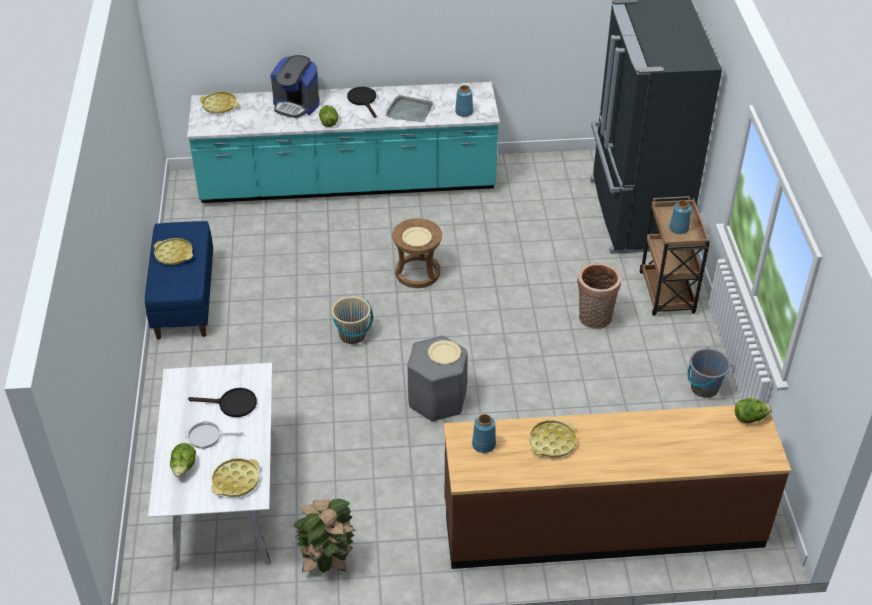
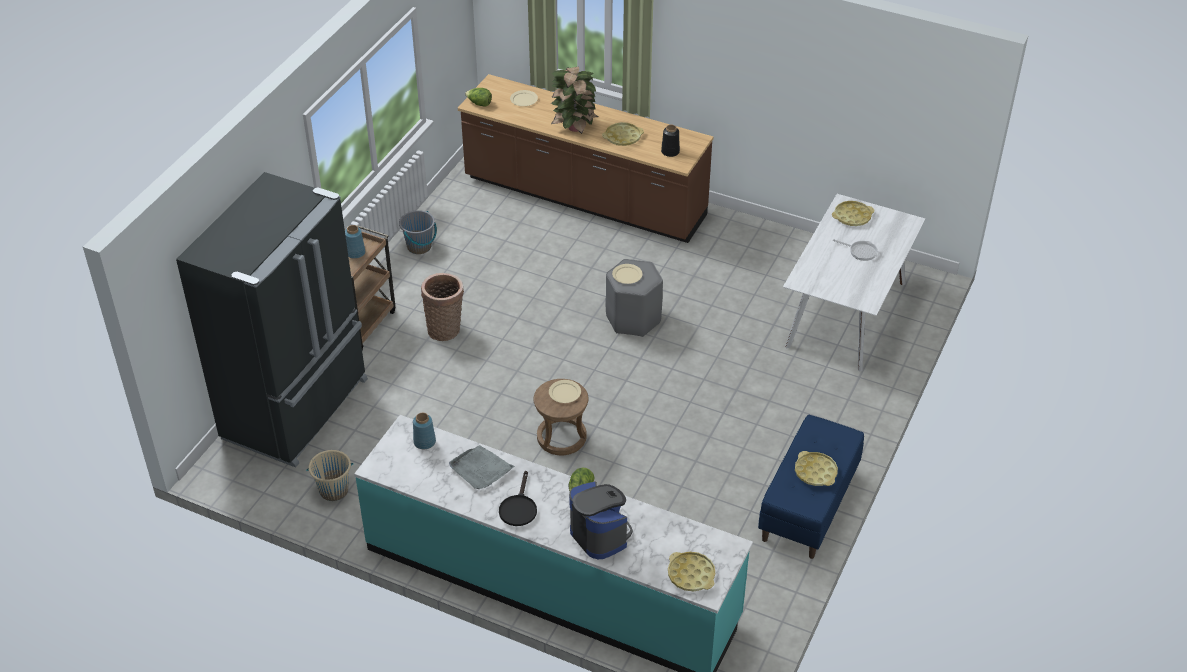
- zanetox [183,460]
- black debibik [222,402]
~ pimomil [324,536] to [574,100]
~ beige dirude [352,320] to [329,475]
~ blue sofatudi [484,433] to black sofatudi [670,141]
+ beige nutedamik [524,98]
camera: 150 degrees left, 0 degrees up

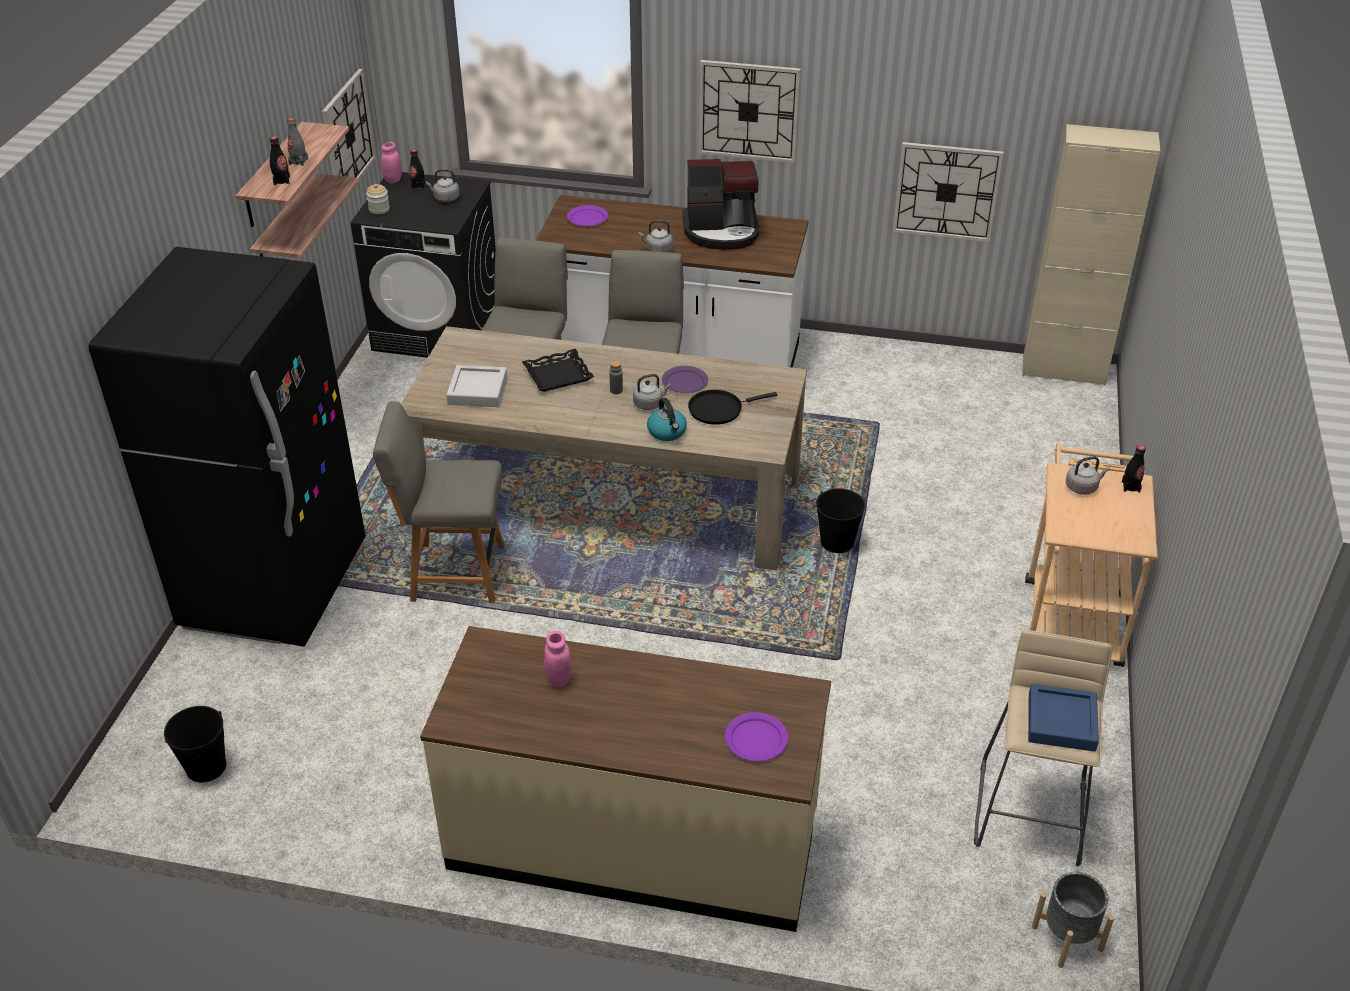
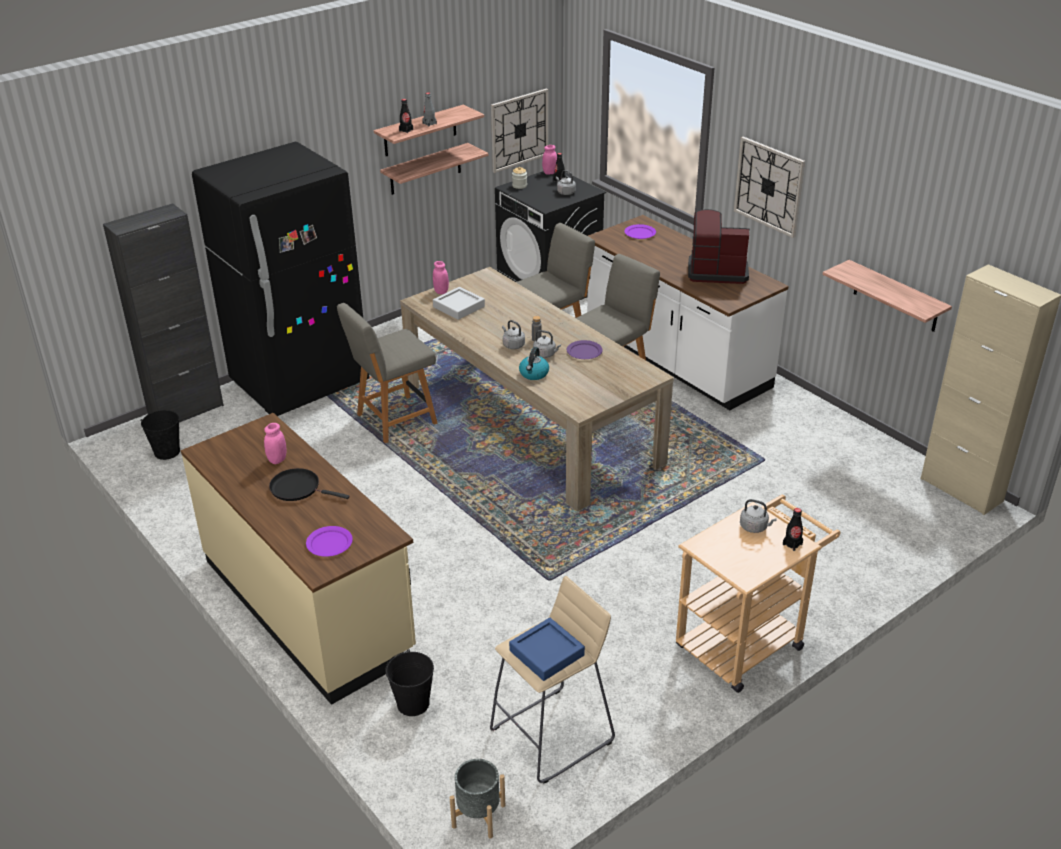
~ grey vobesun [439,502] = [387,373] 75 degrees counterclockwise
- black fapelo [558,370]
~ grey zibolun [656,236] to [513,334]
~ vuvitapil [720,204] = [719,246] 150 degrees clockwise
~ black debibik [732,407] to [309,484]
~ black dirude [840,520] to [409,682]
~ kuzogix [948,192] to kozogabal [887,296]
+ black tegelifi [163,312]
+ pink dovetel [441,277]
camera: 40 degrees right, 5 degrees down

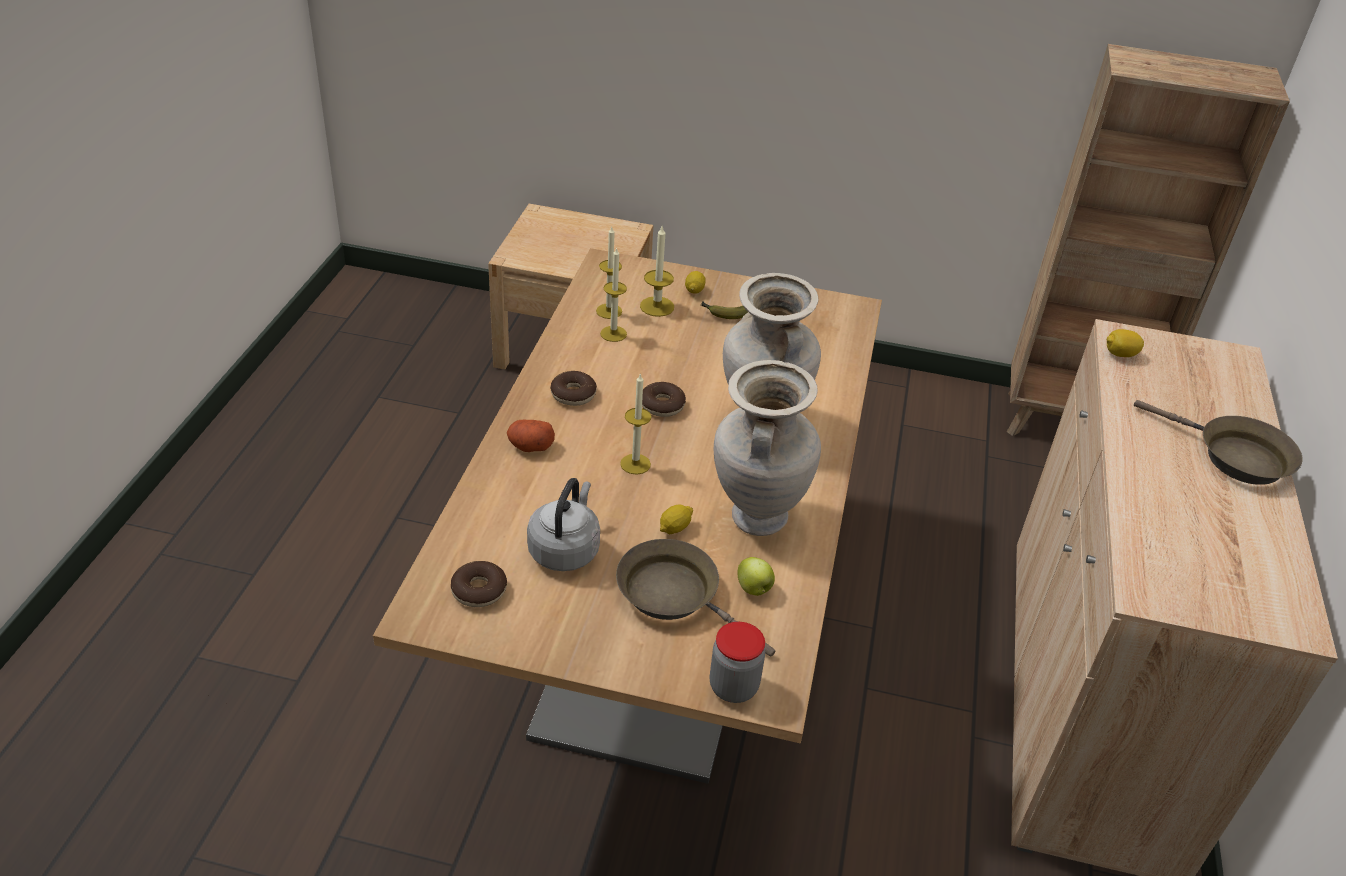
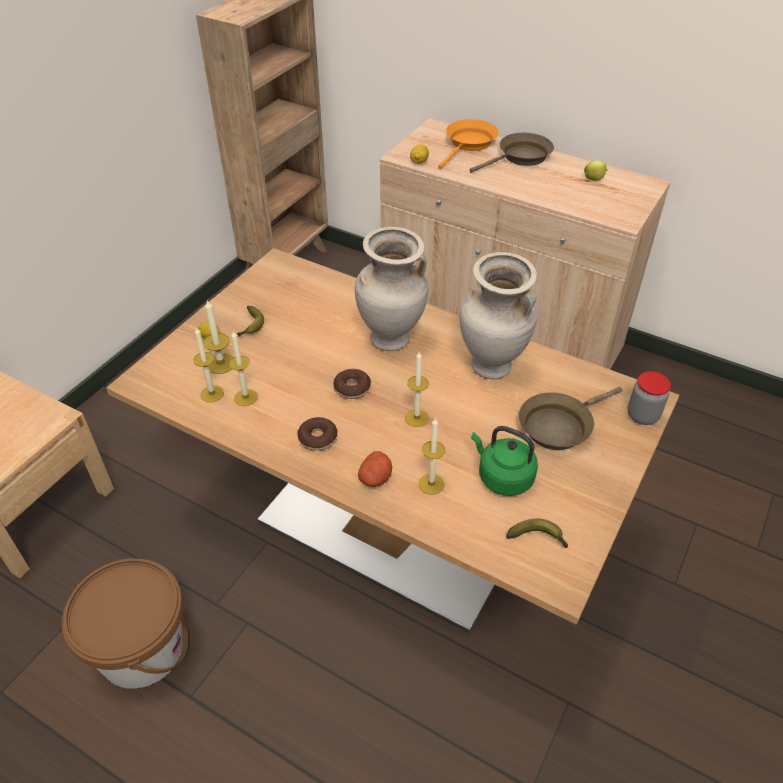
~ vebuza [479,584] to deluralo [537,533]
~ grey zibolun [563,524] to green zibolun [504,461]
- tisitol [676,519]
~ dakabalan [756,576] to [596,170]
+ brown dirude [125,623]
+ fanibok [432,456]
+ orange debibik [468,144]
camera: 70 degrees left, 5 degrees up

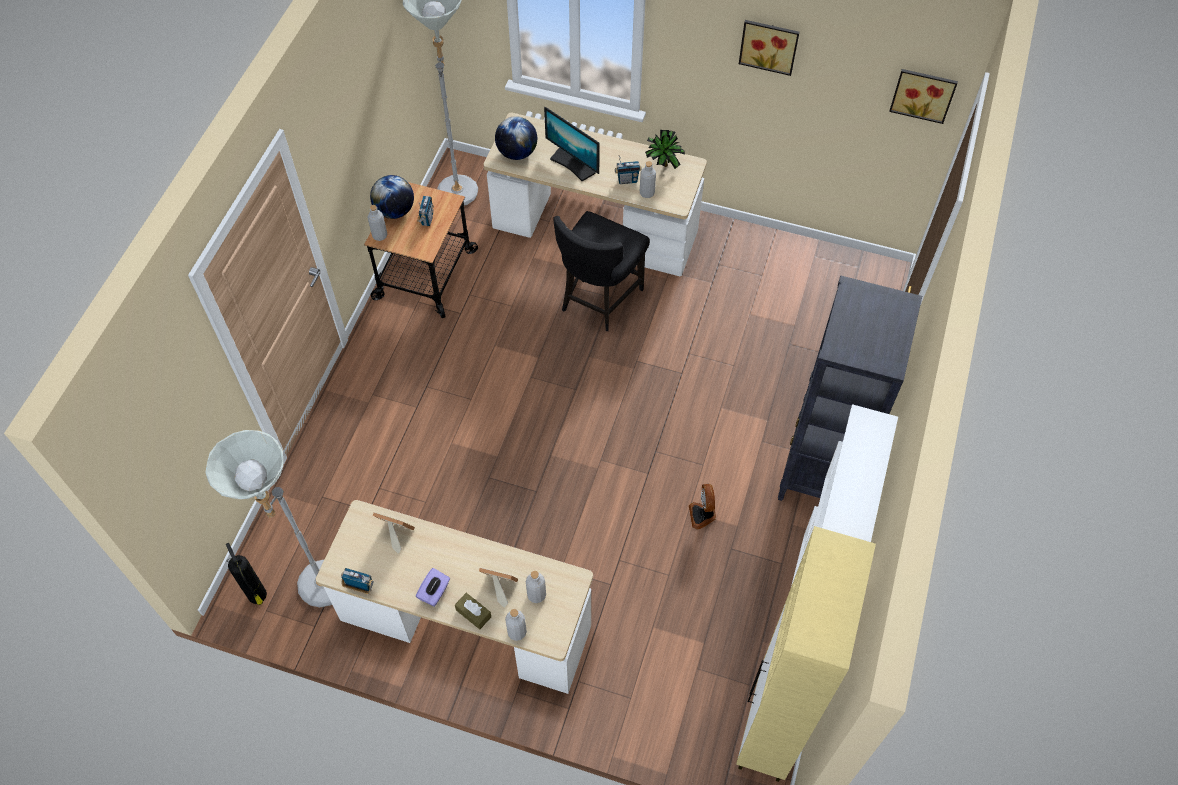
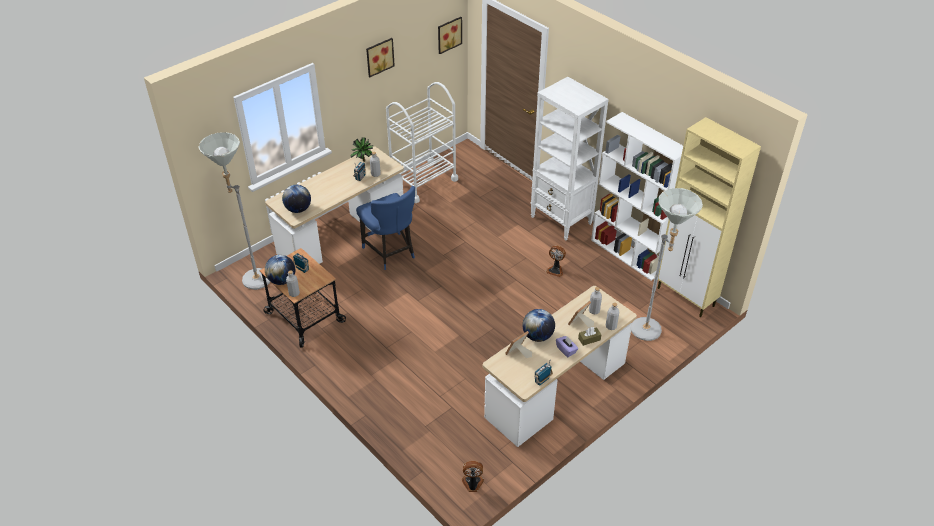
~ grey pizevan [268,518] to [667,264]
~ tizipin [246,574] to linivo [473,476]
- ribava [572,144]
~ black vobesun [601,271] to blue vobesun [385,228]
~ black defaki [850,388] to white defaki [570,158]
+ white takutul [422,142]
+ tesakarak [538,325]
camera: 60 degrees left, 15 degrees down

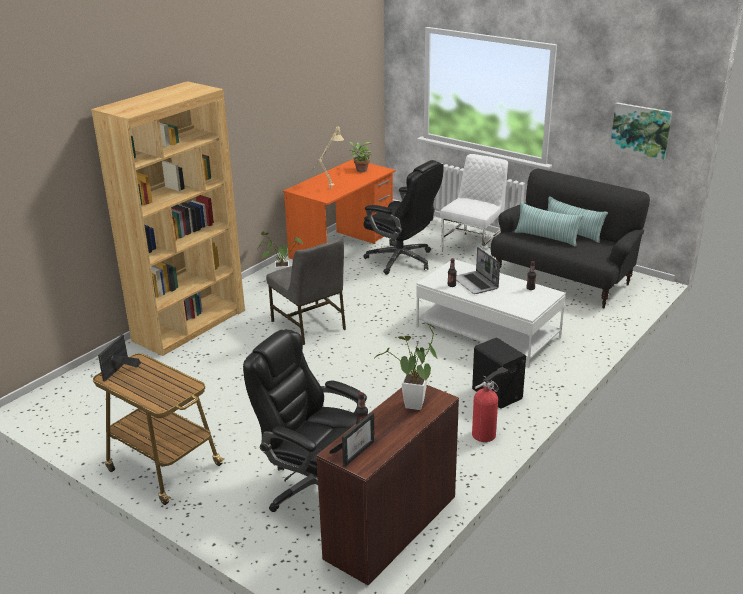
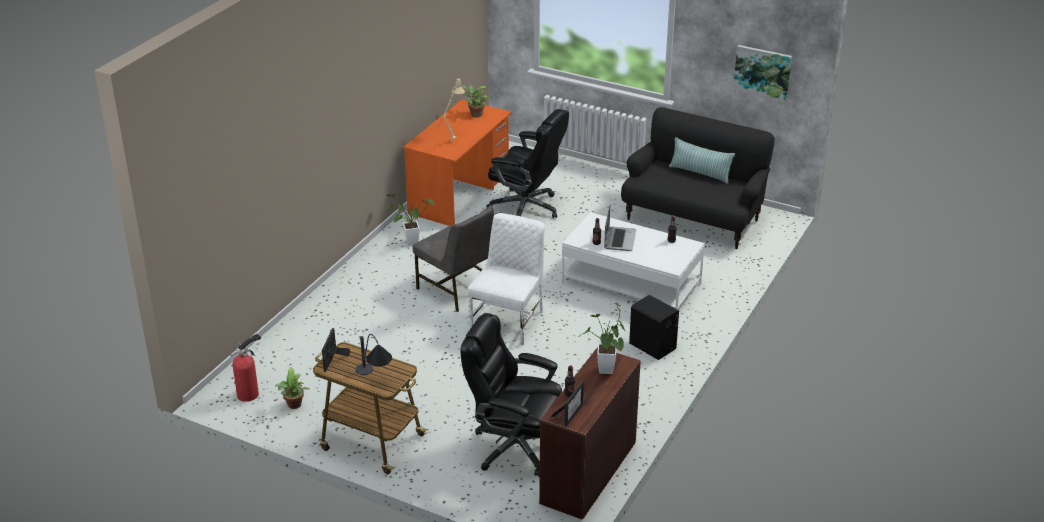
- brown defaki [168,218]
~ white vobesun [474,203] to [506,279]
~ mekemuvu [478,270] = [620,228] 135 degrees counterclockwise
~ tizipin [490,404] to [245,367]
- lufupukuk [549,224]
+ pimomil [292,388]
+ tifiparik [373,354]
camera: 10 degrees left, 5 degrees up

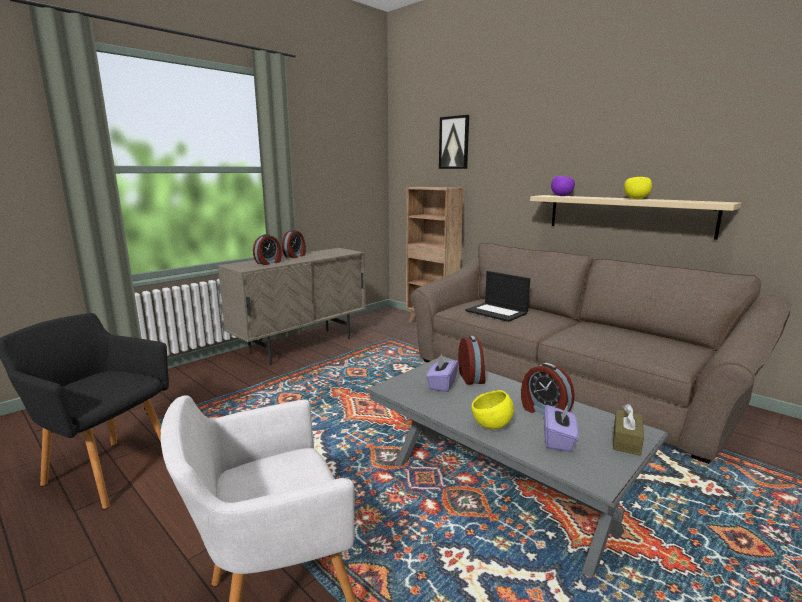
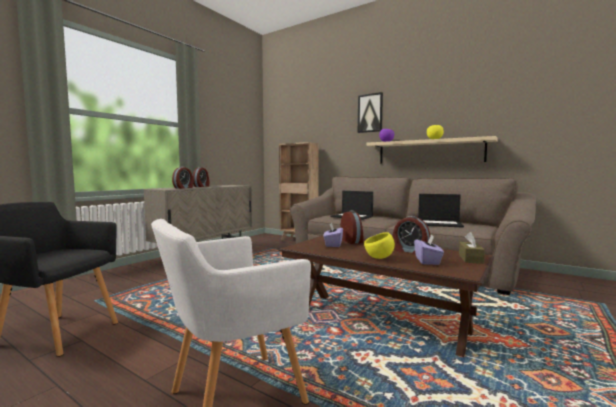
~ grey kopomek [517,467] to brown kopomek [386,296]
~ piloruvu [454,142] to [370,112]
+ mekemuvu [441,211]
camera: 10 degrees left, 10 degrees down

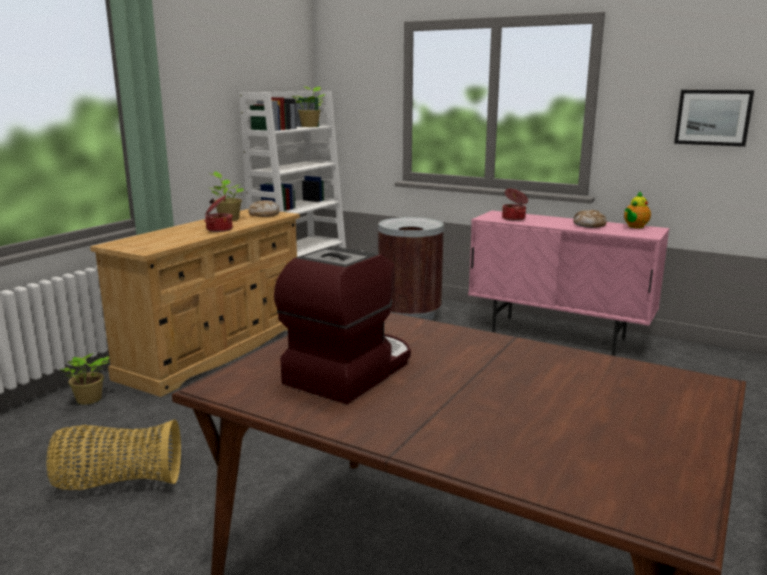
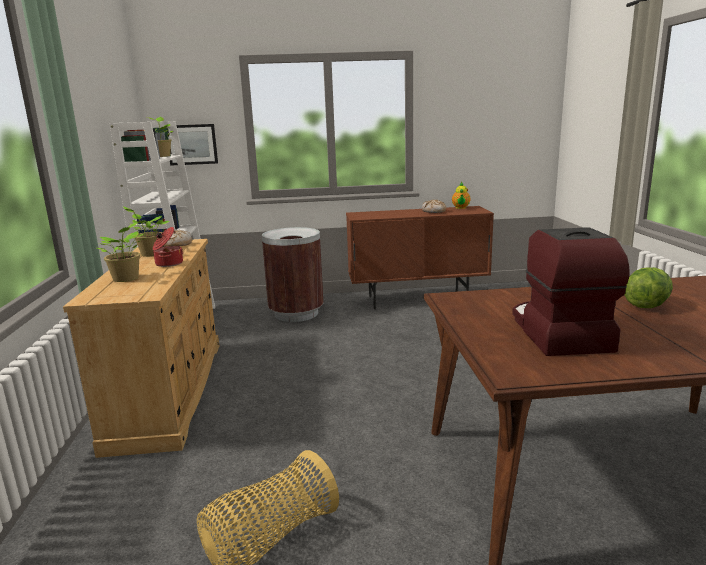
~ pimomil [84,379] to [120,252]
~ pink tegelifi [569,283] to brown tegelifi [420,258]
- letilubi [515,205]
~ piloruvu [714,118] to [192,145]
+ zanetox [649,287]
camera: 35 degrees left, 0 degrees up

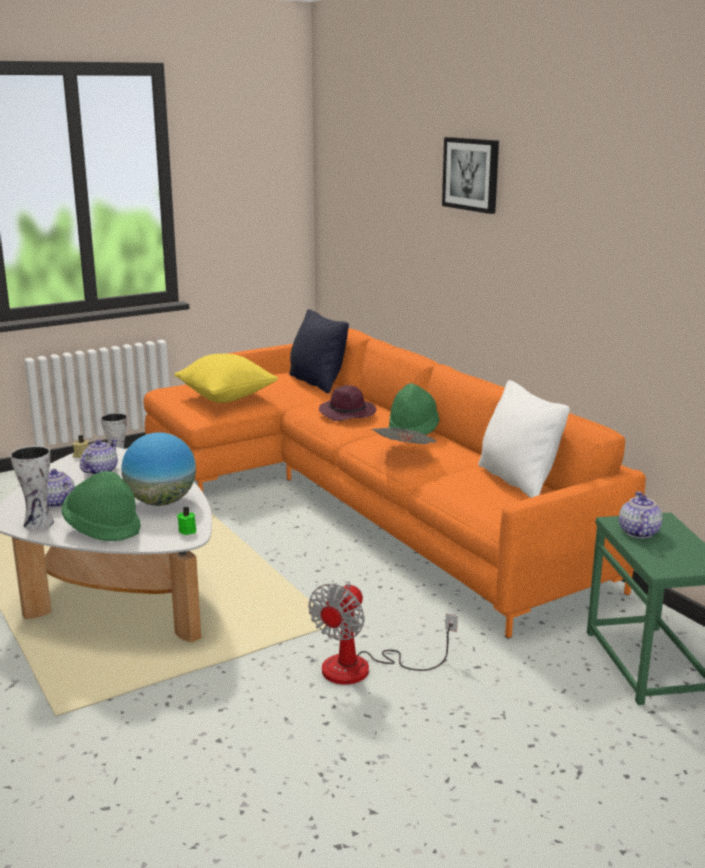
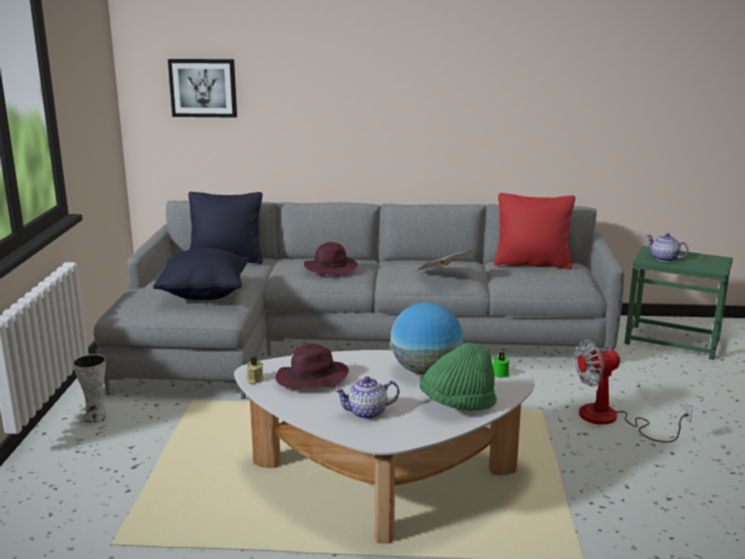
- sofatudi [32,488]
~ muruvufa [99,457] to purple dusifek [312,366]
~ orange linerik [395,483] to grey linerik [359,300]
~ yellow lufupukuk [226,378] to black lufupukuk [200,274]
~ linivo [383,634] = [633,391] 105 degrees clockwise
- green dusifek [414,409]
~ piloruvu [470,175] to [202,88]
~ white lufupukuk [524,439] to red lufupukuk [534,231]
camera: 55 degrees left, 0 degrees up

